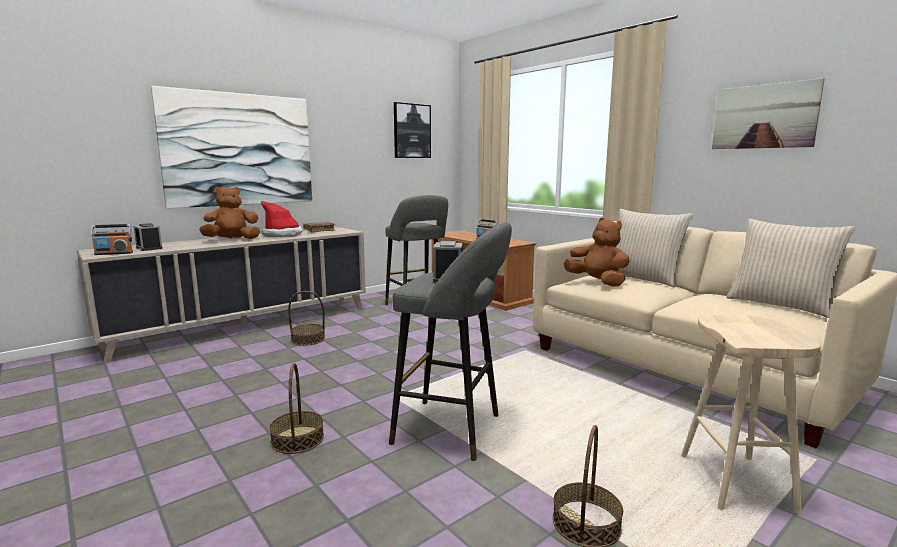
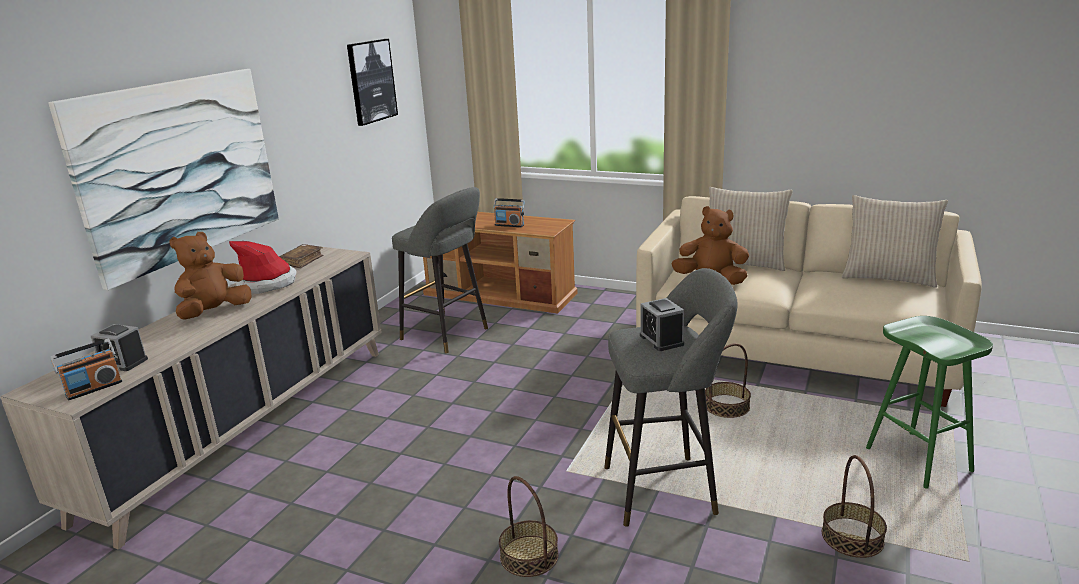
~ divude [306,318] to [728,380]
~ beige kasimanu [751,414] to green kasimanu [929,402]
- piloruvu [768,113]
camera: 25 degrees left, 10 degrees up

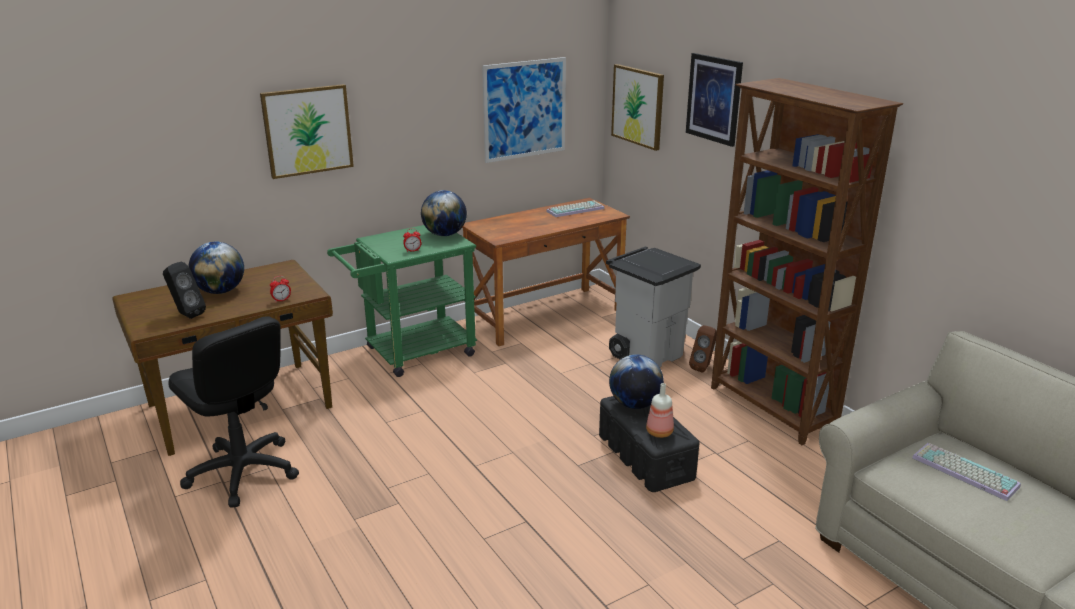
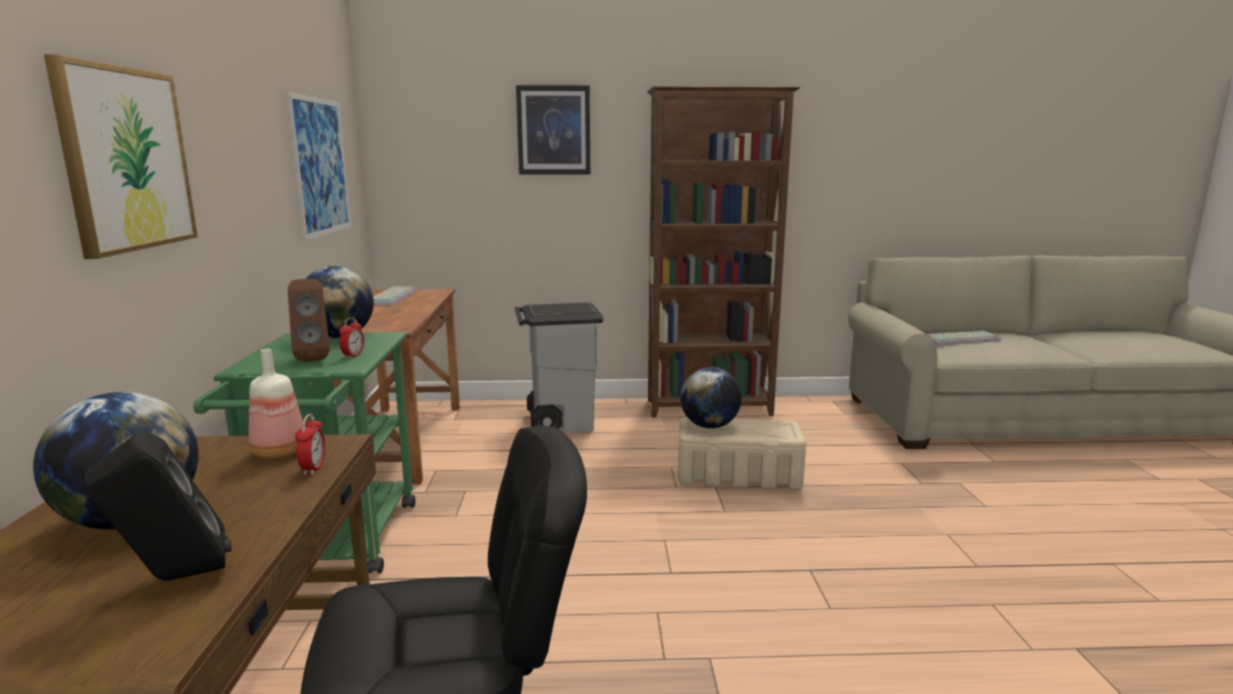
~ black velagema [649,444] to beige velagema [742,453]
- piloruvu [637,107]
~ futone [660,410] to [276,404]
~ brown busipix [703,349] to [309,320]
camera: 60 degrees left, 10 degrees down

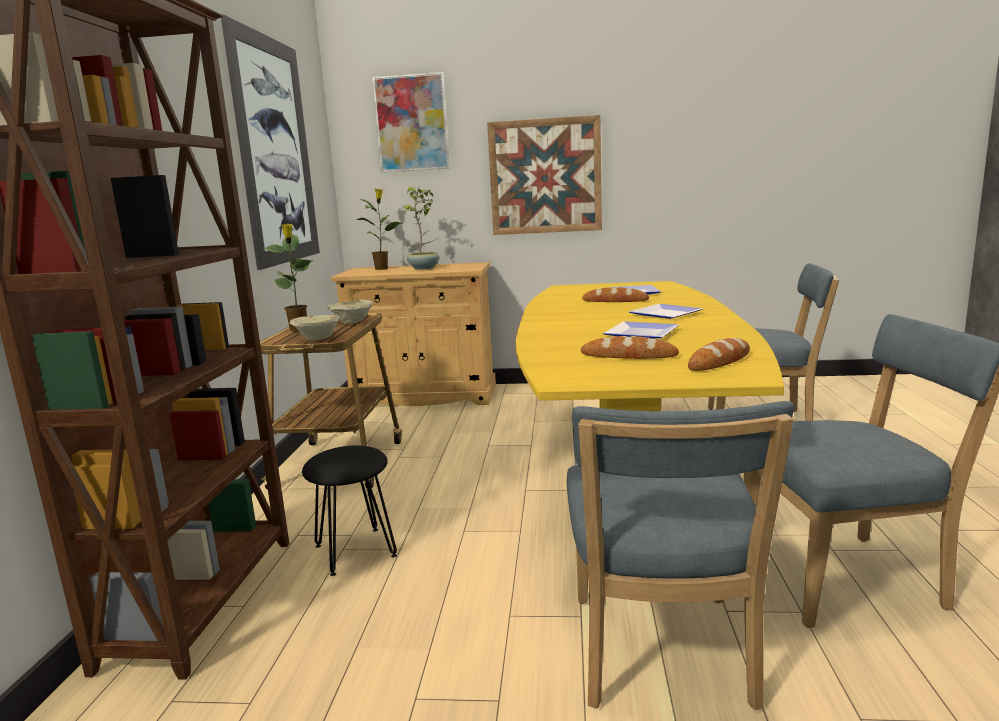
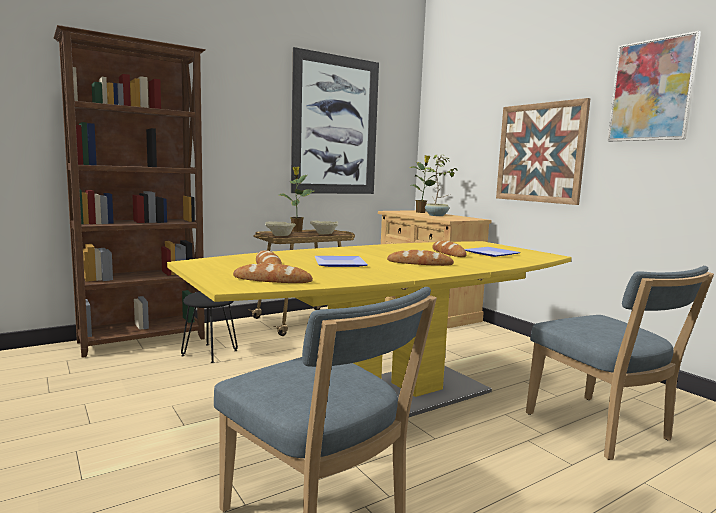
~ piloruvu [411,122] to [654,86]
- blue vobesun [680,555]
~ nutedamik [666,311] to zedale [420,258]
camera: 50 degrees right, 5 degrees down

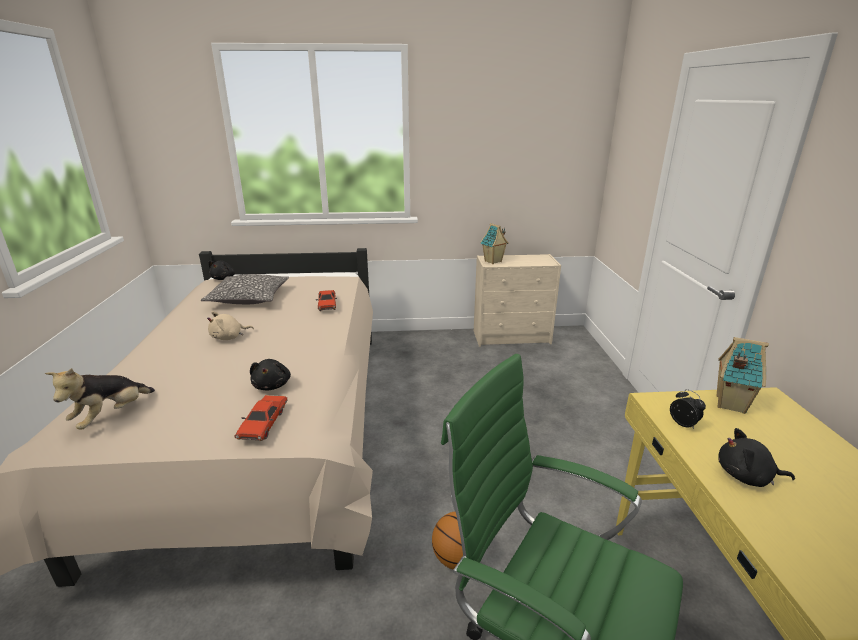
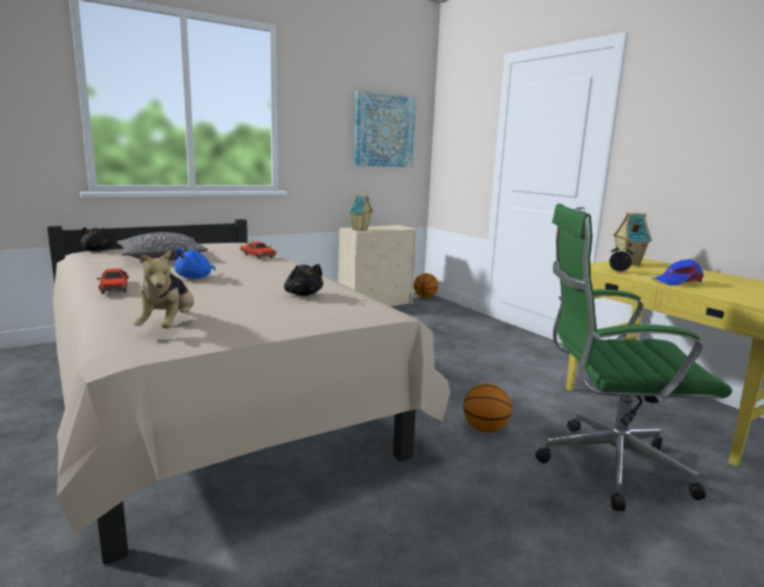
~ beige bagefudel [230,325] to blue bagefudel [195,263]
~ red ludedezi [261,418] to [113,281]
~ black bagefudel [756,457] to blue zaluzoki [678,272]
+ piloruvu [385,129]
+ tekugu [426,285]
camera: 30 degrees left, 10 degrees down

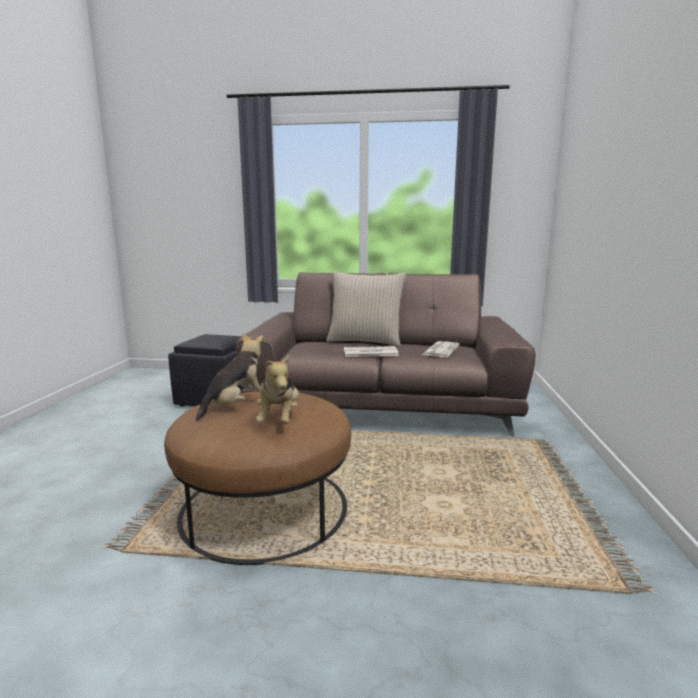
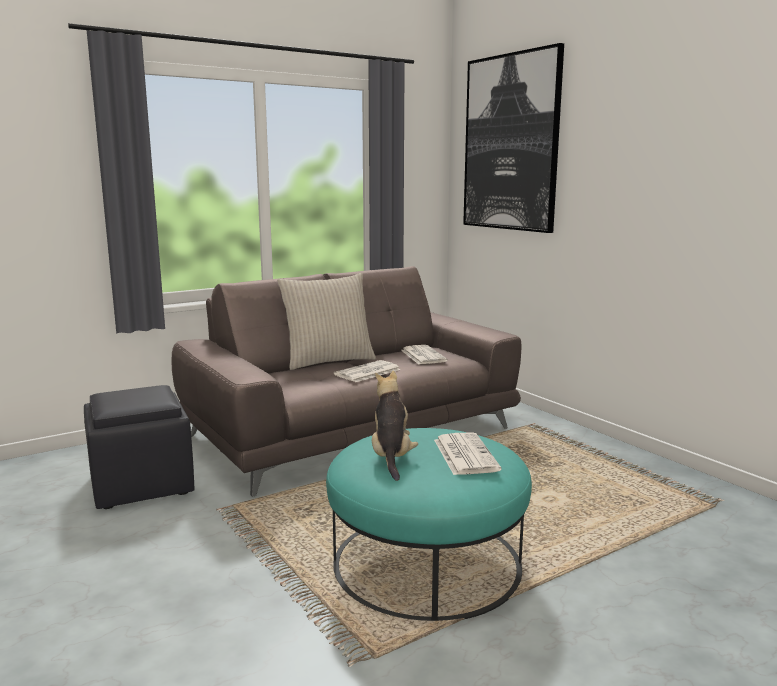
~ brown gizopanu [257,478] to turquoise gizopanu [429,524]
~ bagefudel [277,389] to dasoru [468,453]
+ piloruvu [513,138]
camera: 40 degrees left, 0 degrees up

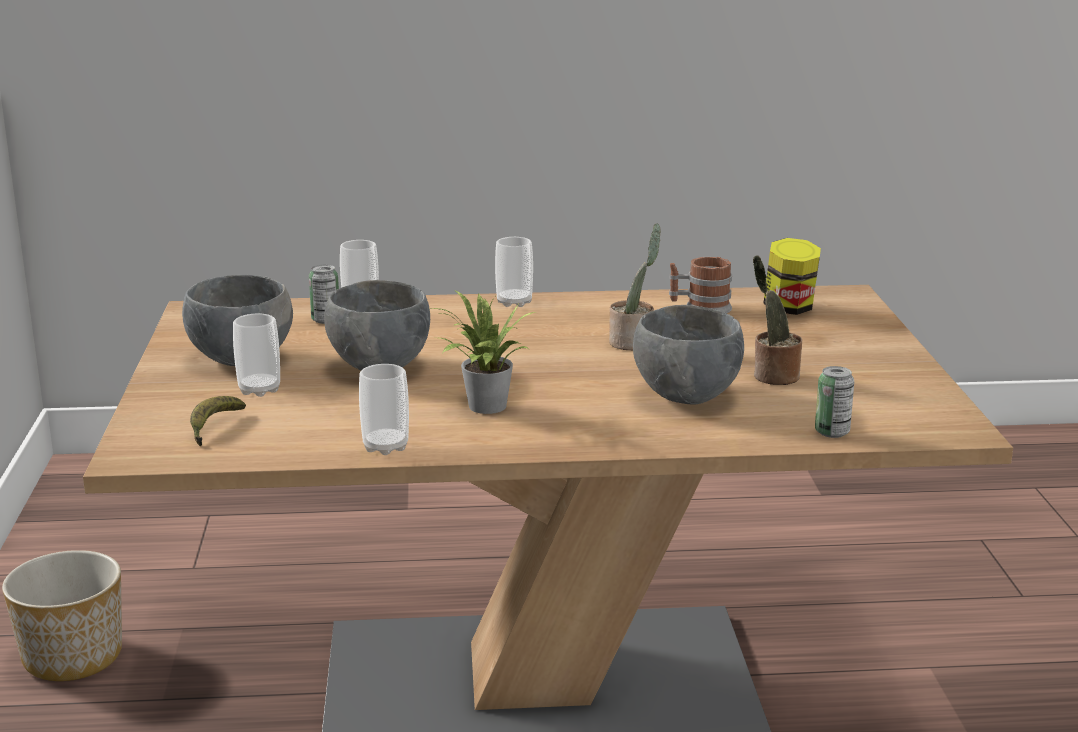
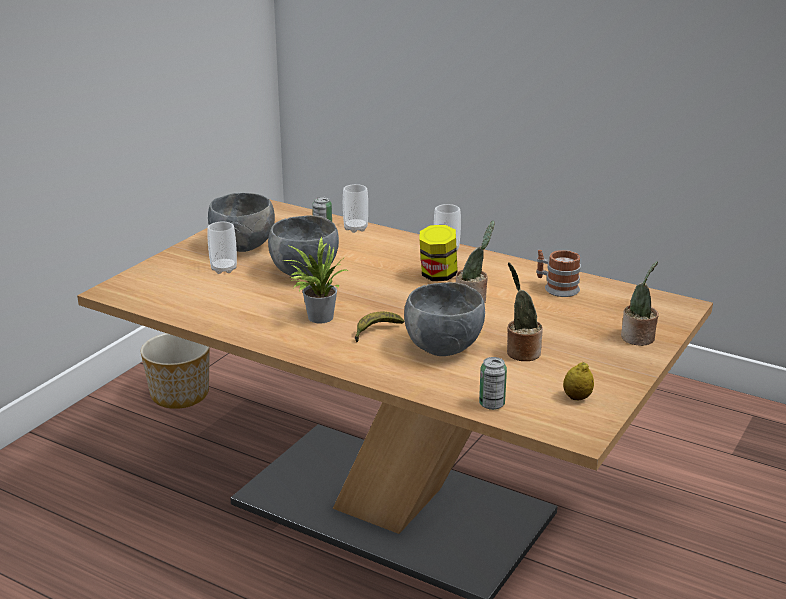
~ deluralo [218,421] to [379,327]
- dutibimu [384,409]
~ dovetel [792,276] to [438,253]
+ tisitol [578,381]
+ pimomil [640,303]
camera: 35 degrees right, 5 degrees up

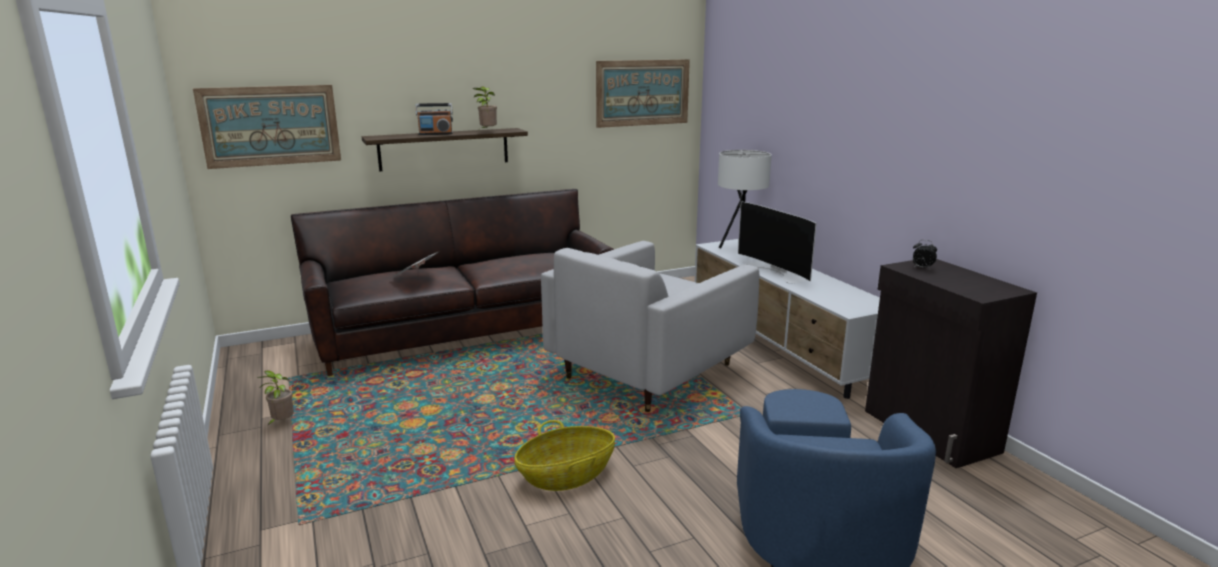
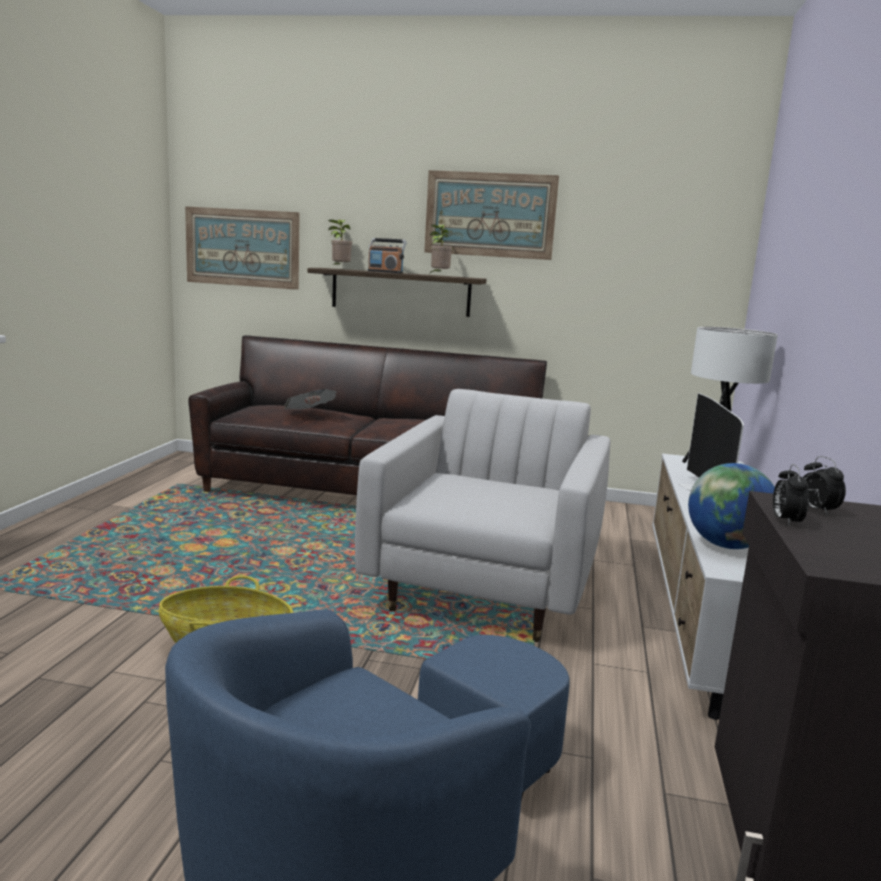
~ pimomil [275,398] to [340,242]
~ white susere [650,326] = [482,515] 120 degrees clockwise
~ piloruvu [643,93] to [491,215]
+ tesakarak [731,506]
+ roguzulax [791,495]
camera: 35 degrees right, 5 degrees down

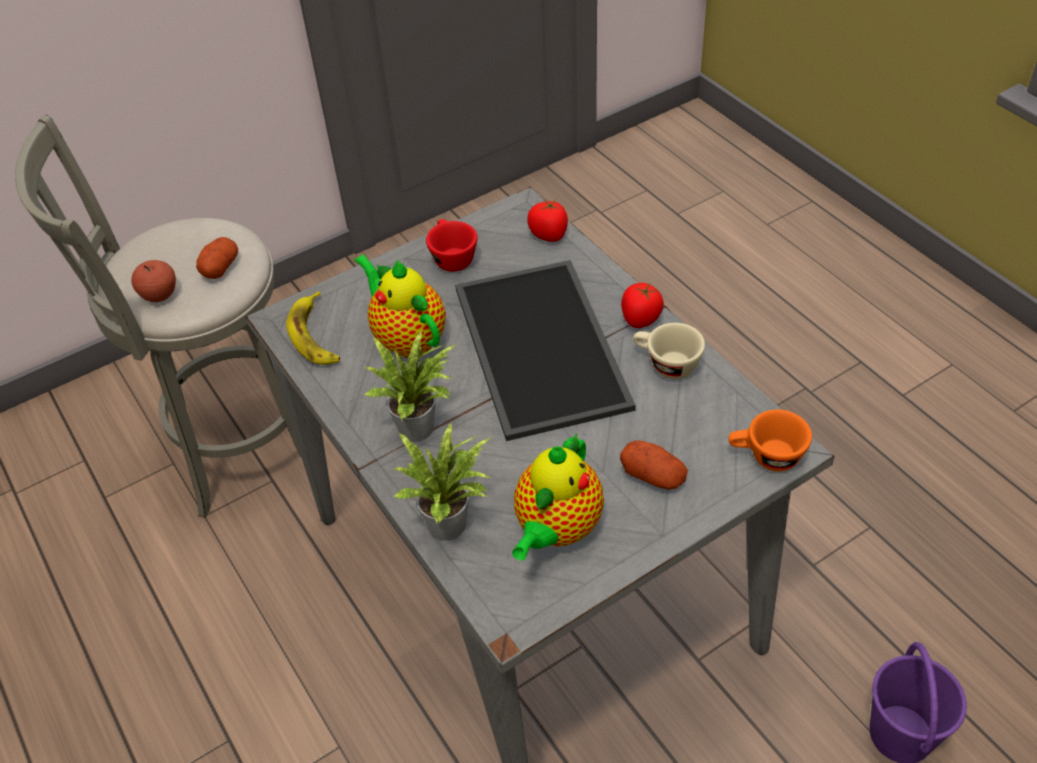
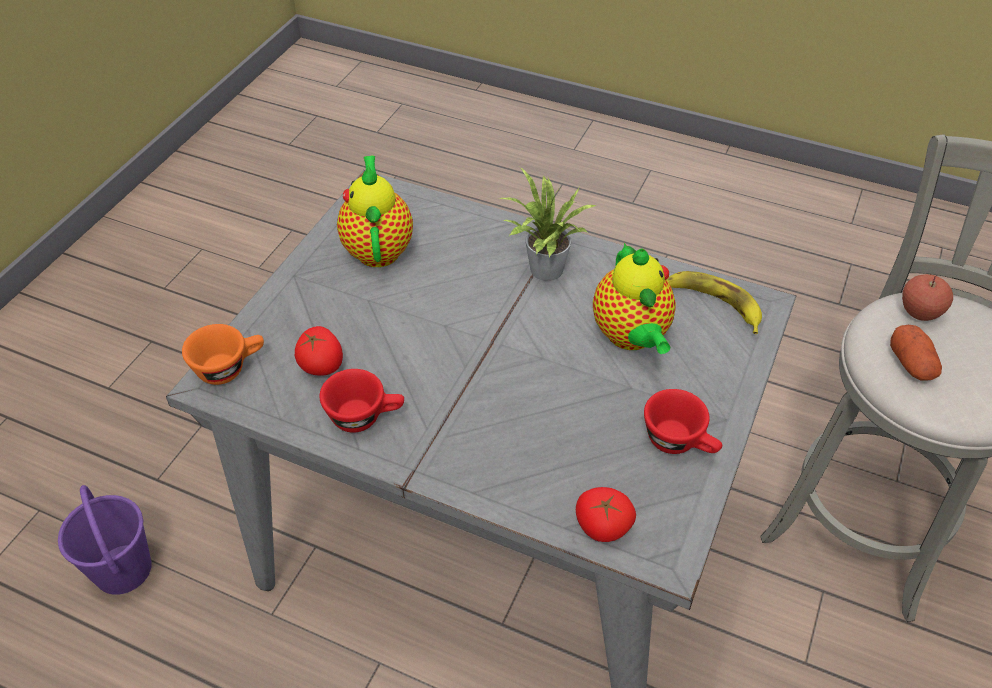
~ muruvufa [400,306] = [634,298] 60 degrees clockwise
- pimomil [442,481]
- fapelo [545,350]
- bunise [654,465]
~ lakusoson [642,305] to [319,351]
~ beige dutibimu [669,351] to red dutibimu [362,400]
camera: 145 degrees right, 0 degrees up

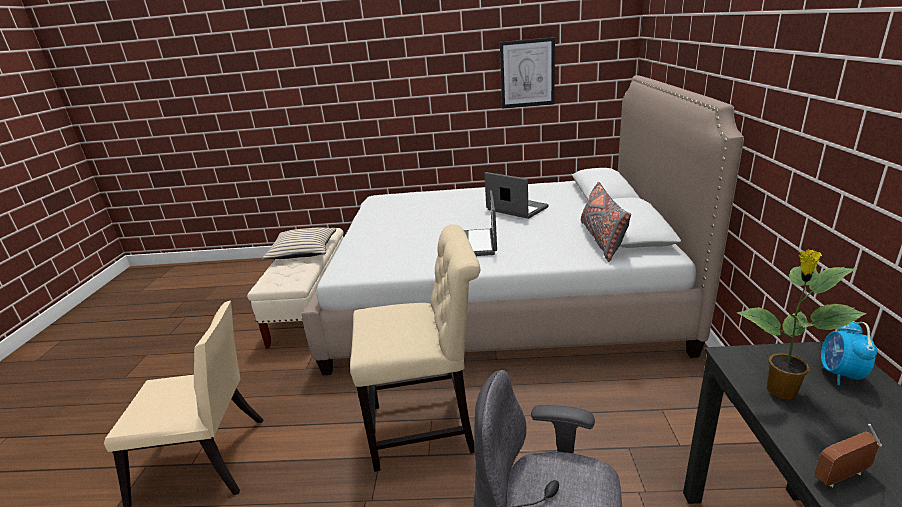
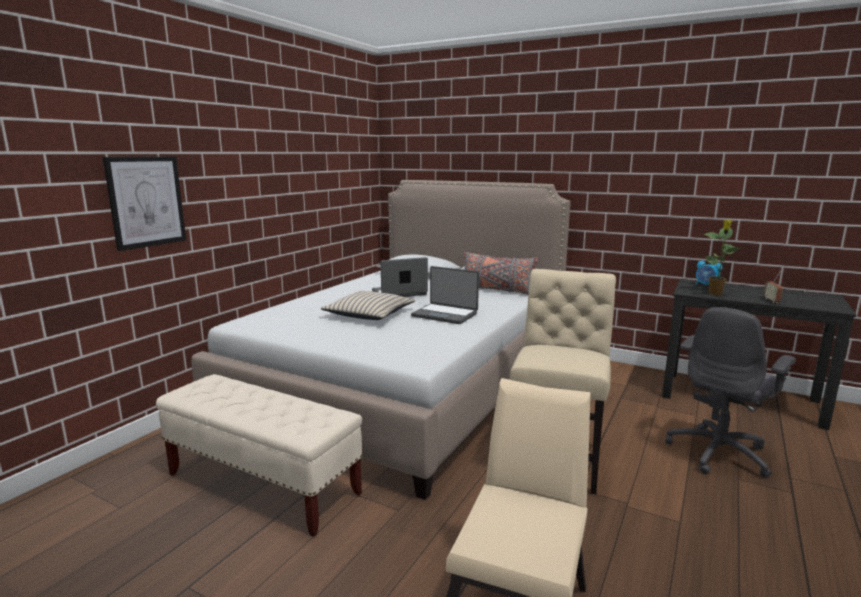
~ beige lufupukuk [299,243] to [368,305]
~ piloruvu [527,73] to [144,203]
camera: 65 degrees left, 10 degrees down

